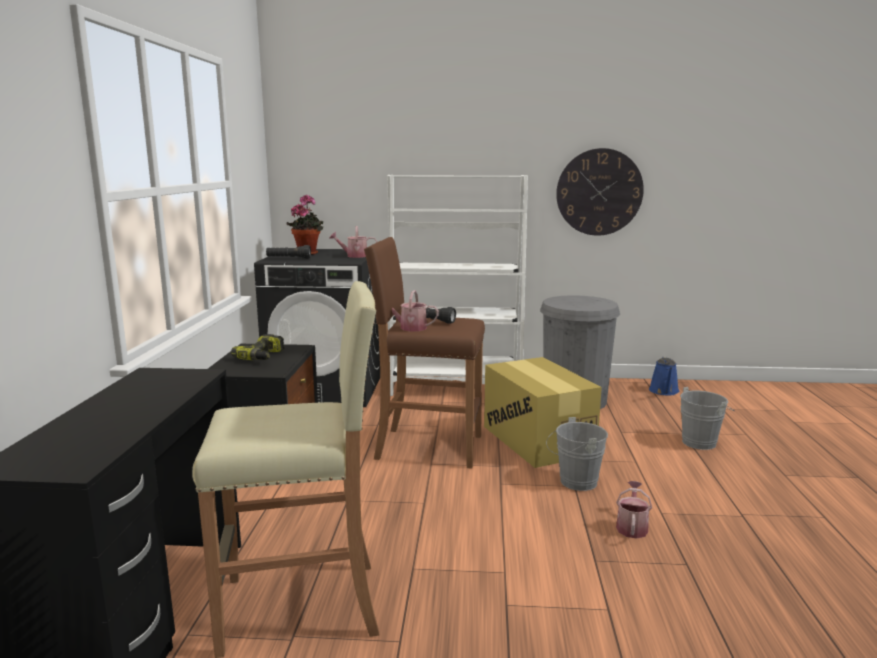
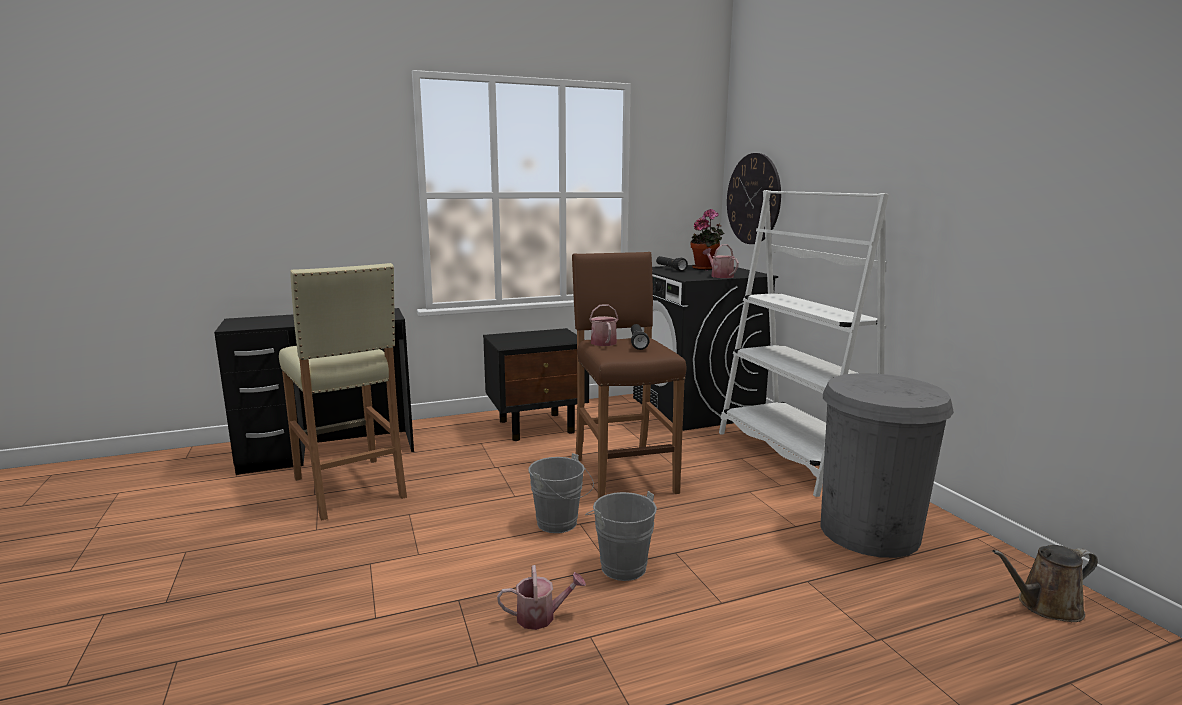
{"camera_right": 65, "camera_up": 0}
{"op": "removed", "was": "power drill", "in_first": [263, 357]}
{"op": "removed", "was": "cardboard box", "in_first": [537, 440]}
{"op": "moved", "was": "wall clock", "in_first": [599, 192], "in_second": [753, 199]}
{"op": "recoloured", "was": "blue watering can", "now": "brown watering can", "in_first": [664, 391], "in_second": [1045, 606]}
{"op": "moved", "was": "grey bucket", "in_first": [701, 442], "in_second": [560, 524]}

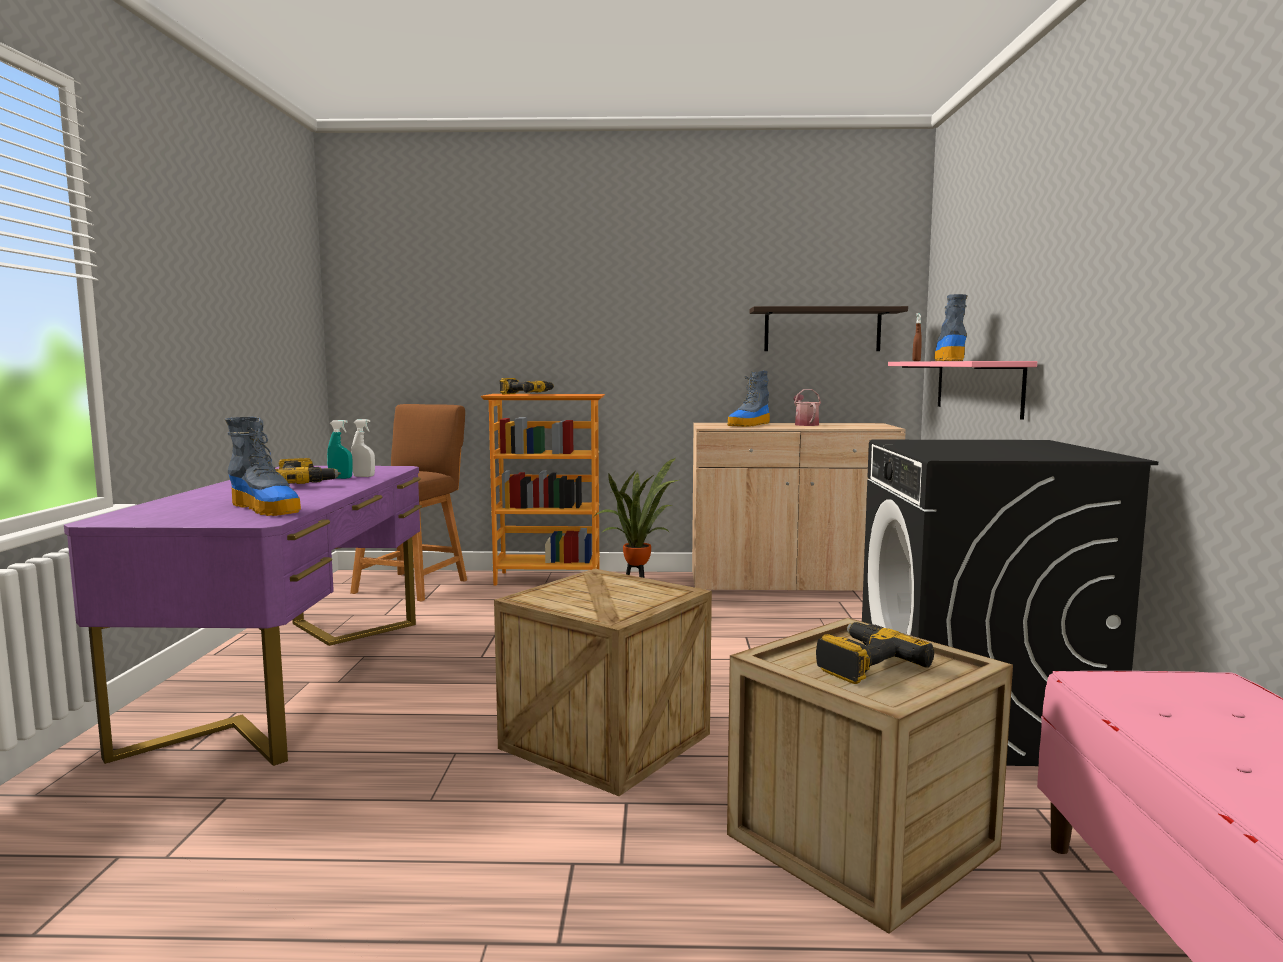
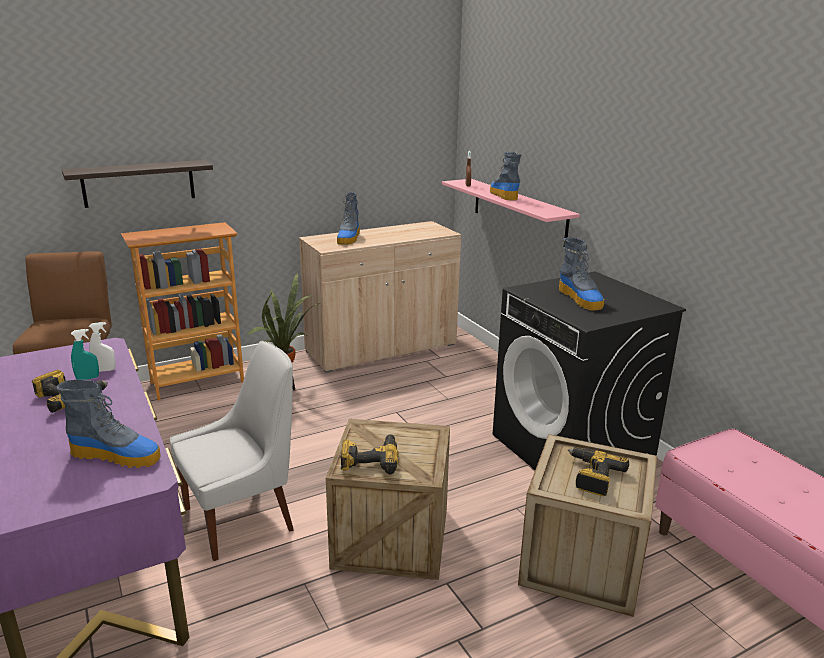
{"camera_right": -30, "camera_up": 15}
{"op": "moved", "was": "power drill", "in_first": [526, 394], "in_second": [370, 460]}
{"op": "moved", "was": "shelf", "in_first": [822, 330], "in_second": [138, 183]}
{"op": "removed", "was": "watering can", "in_first": [805, 424]}
{"op": "added", "now": "white chair", "in_second": [243, 518]}
{"op": "added", "now": "boot", "in_second": [580, 299]}

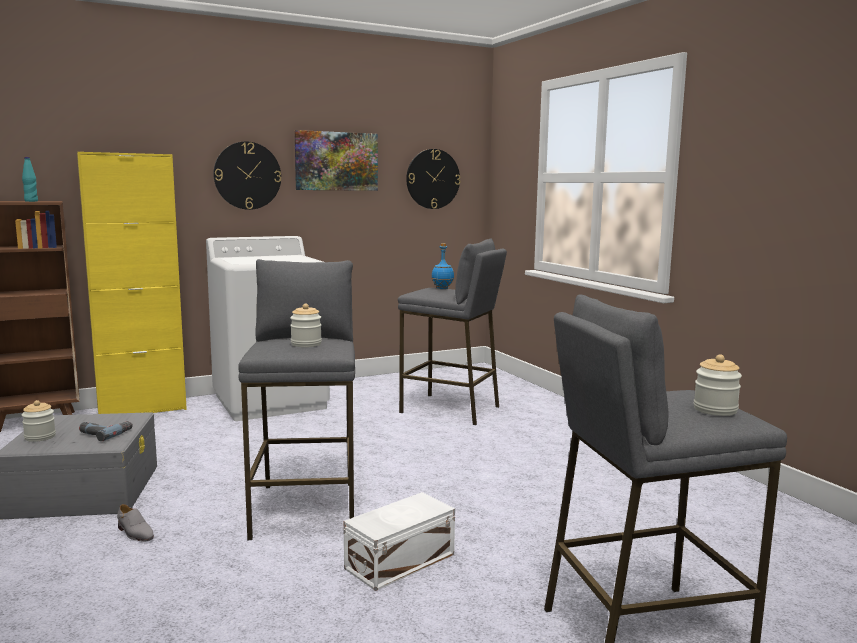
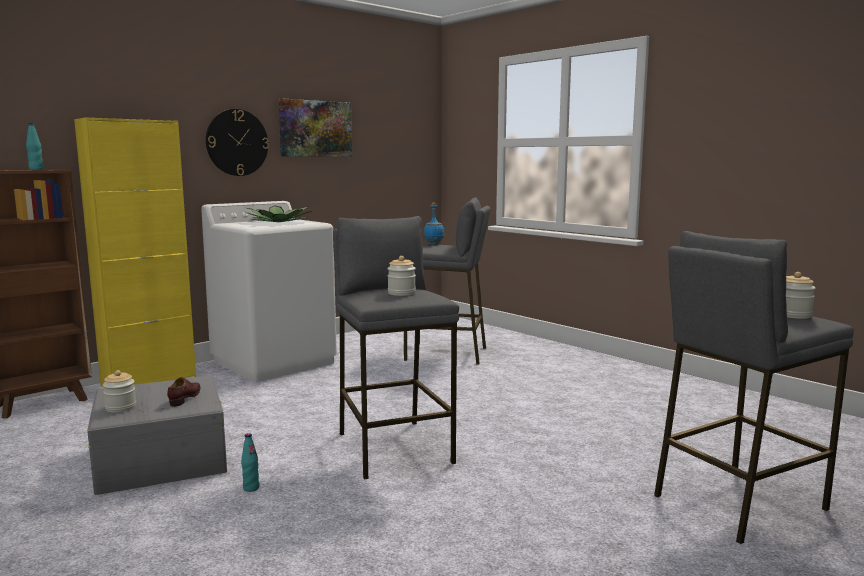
{"camera_right": -15, "camera_up": 0}
{"op": "replaced", "was": "power drill", "now": "brown shoe", "in_first": [105, 433], "in_second": [186, 397]}
{"op": "replaced", "was": "grey shoe", "now": "turquoise bottle", "in_first": [135, 533], "in_second": [251, 488]}
{"op": "removed", "was": "white storage box", "in_first": [398, 561]}
{"op": "removed", "was": "wall clock", "in_first": [433, 179]}
{"op": "added", "now": "potted plant", "in_second": [278, 222]}

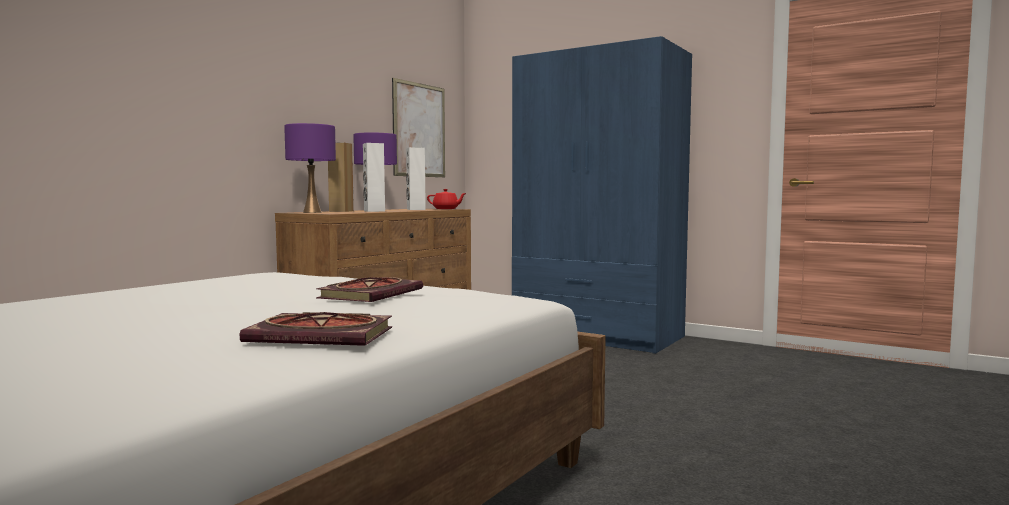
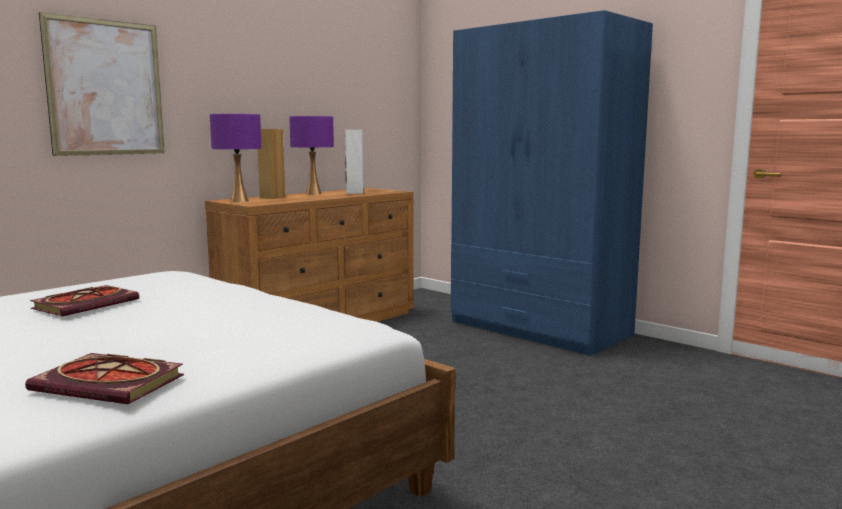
{"camera_right": 10, "camera_up": 5}
{"op": "moved", "was": "book", "in_first": [371, 294], "in_second": [87, 304]}
{"op": "removed", "was": "white speaker", "in_first": [374, 211]}
{"op": "moved", "was": "picture", "in_first": [419, 130], "in_second": [106, 88]}
{"op": "removed", "was": "red teapot", "in_first": [446, 209]}

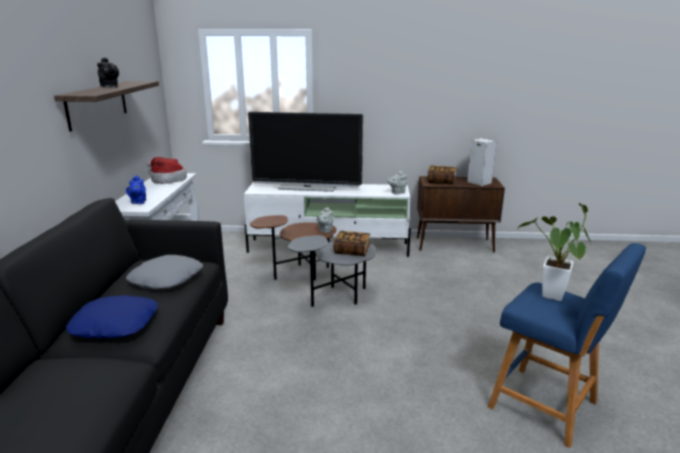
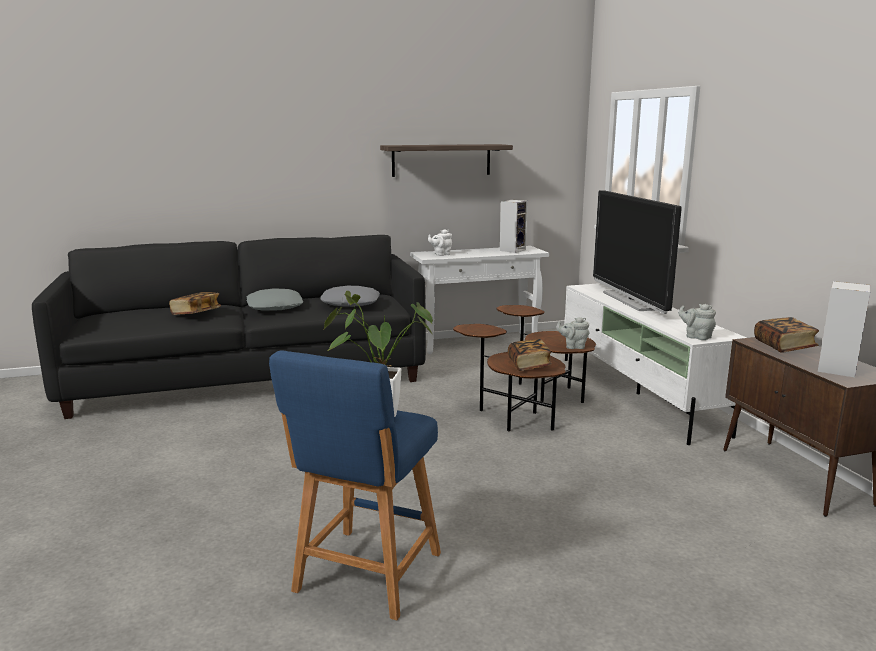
{"camera_right": 70, "camera_up": -5}
{"op": "recoloured", "was": "blue pillow", "now": "grey pillow", "in_first": [115, 324], "in_second": [275, 307]}
{"op": "removed", "was": "black teapot", "in_first": [110, 87]}
{"op": "recoloured", "was": "blue teapot", "now": "white teapot", "in_first": [138, 202], "in_second": [441, 254]}
{"op": "replaced", "was": "hat", "now": "speaker", "in_first": [166, 179], "in_second": [512, 250]}
{"op": "recoloured", "was": "grey side table", "now": "brown side table", "in_first": [336, 298], "in_second": [511, 419]}
{"op": "added", "now": "book", "in_second": [196, 313]}

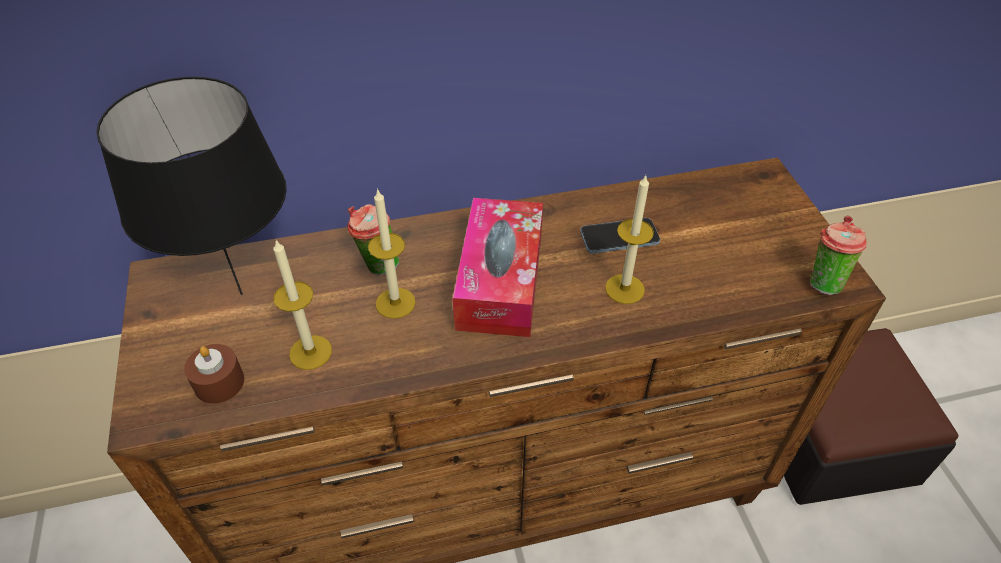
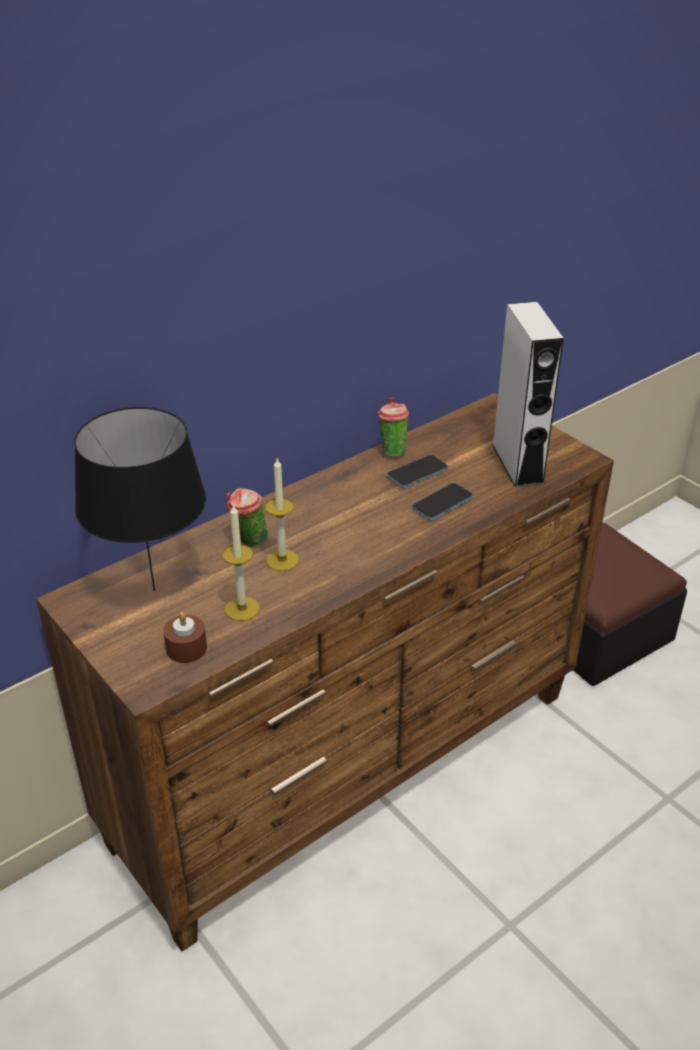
{"camera_right": -25, "camera_up": -10}
{"op": "removed", "was": "tissue box", "in_first": [500, 280]}
{"op": "replaced", "was": "candle", "now": "phone", "in_first": [624, 289], "in_second": [442, 503]}
{"op": "moved", "was": "cup", "in_first": [823, 281], "in_second": [392, 451]}
{"op": "added", "now": "white speaker", "in_second": [517, 463]}

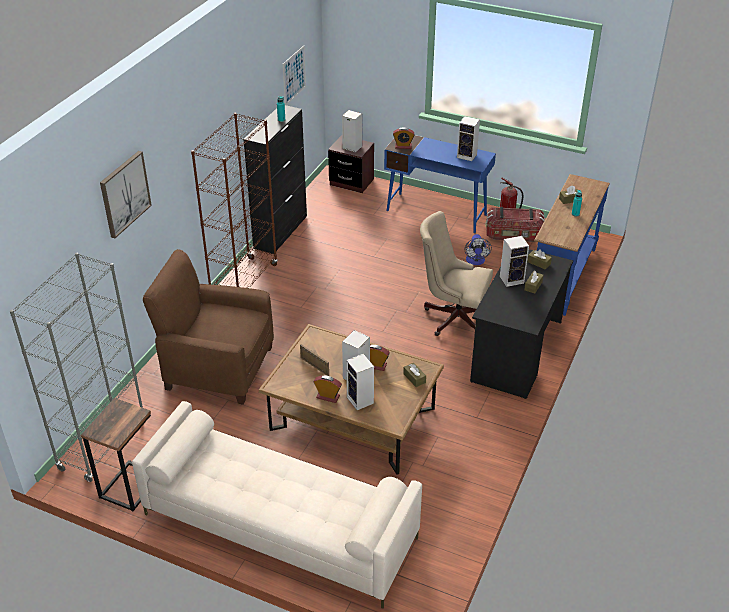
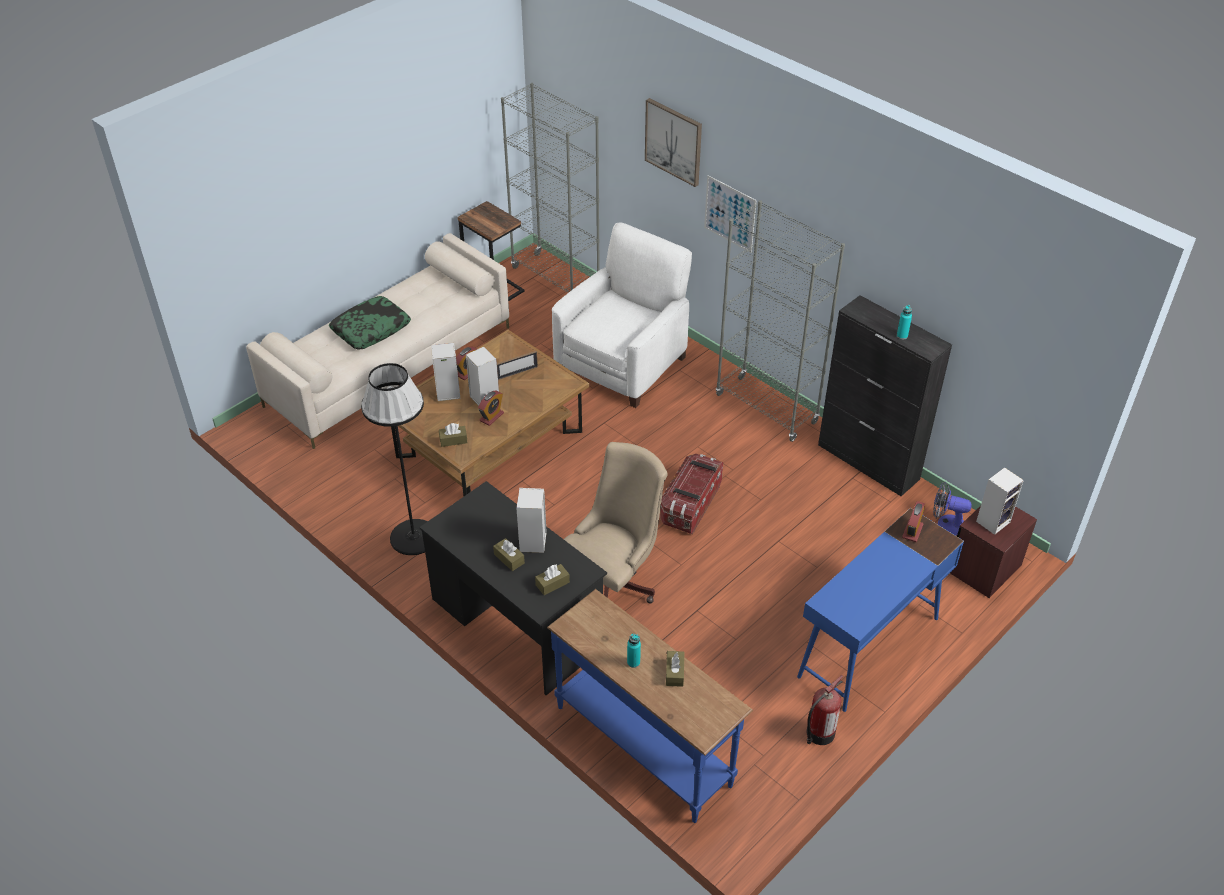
{"camera_right": 110, "camera_up": 5}
{"op": "recoloured", "was": "brown armchair", "now": "white armchair", "in_first": [218, 367], "in_second": [622, 363]}
{"op": "recoloured", "was": "brown bookcase", "now": "grey bookcase", "in_first": [244, 282], "in_second": [766, 409]}
{"op": "moved", "was": "picture", "in_first": [294, 75], "in_second": [729, 214]}
{"op": "removed", "was": "speaker", "in_first": [467, 156]}
{"op": "moved", "was": "fan", "in_first": [475, 261], "in_second": [946, 524]}
{"op": "moved", "was": "storage box", "in_first": [513, 235], "in_second": [690, 505]}
{"op": "added", "now": "pillow", "in_second": [371, 329]}
{"op": "added", "now": "black floor lamp", "in_second": [413, 537]}

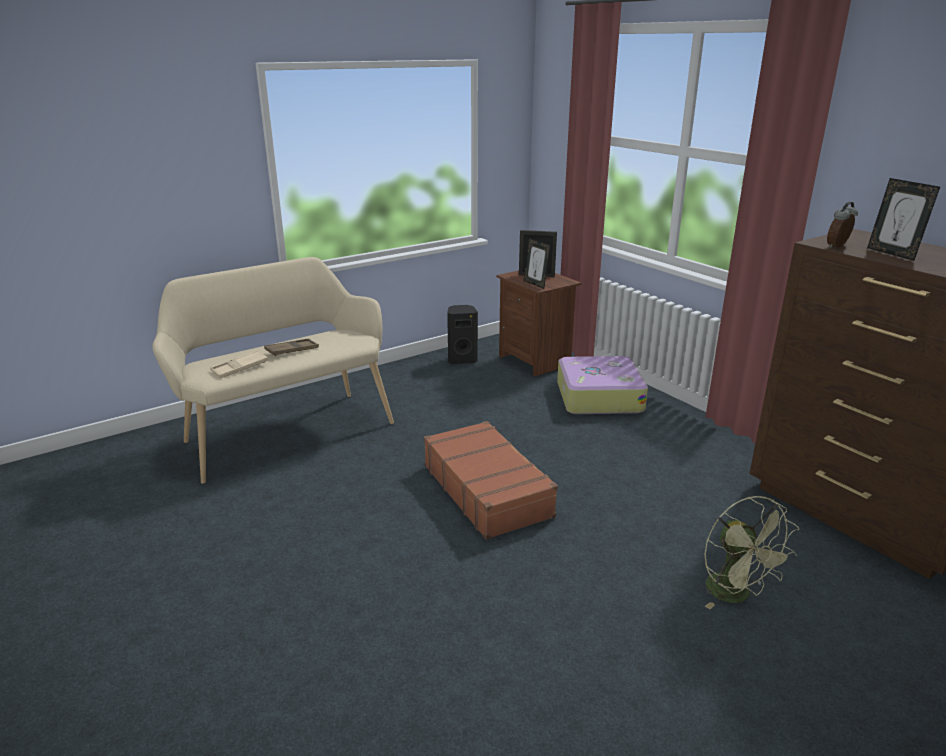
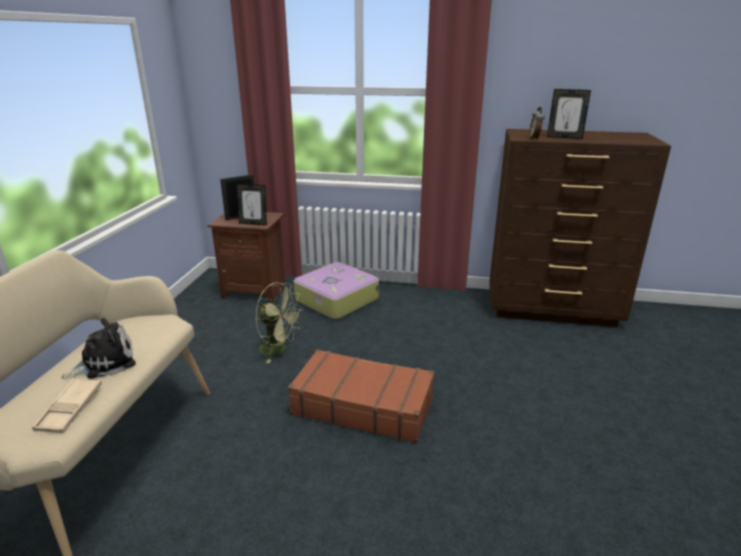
{"camera_right": -45, "camera_up": 0}
{"op": "replaced", "was": "brown tray", "now": "plush toy", "in_first": [292, 350], "in_second": [105, 362]}
{"op": "removed", "was": "black speaker", "in_first": [462, 359]}
{"op": "moved", "was": "green fan", "in_first": [736, 595], "in_second": [279, 349]}

